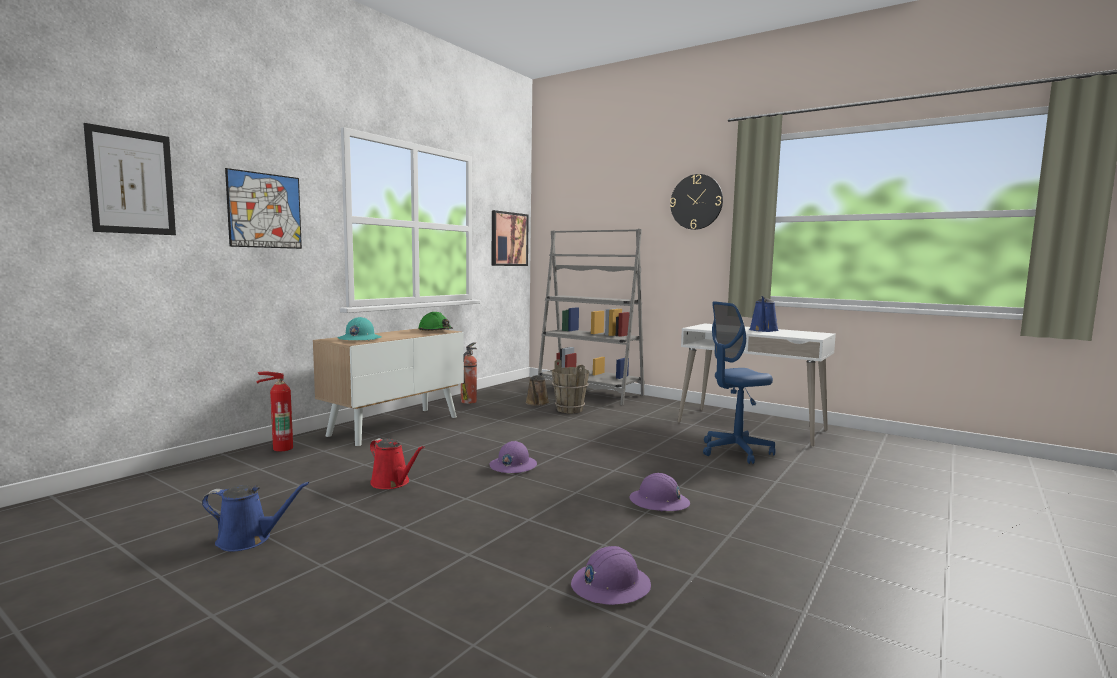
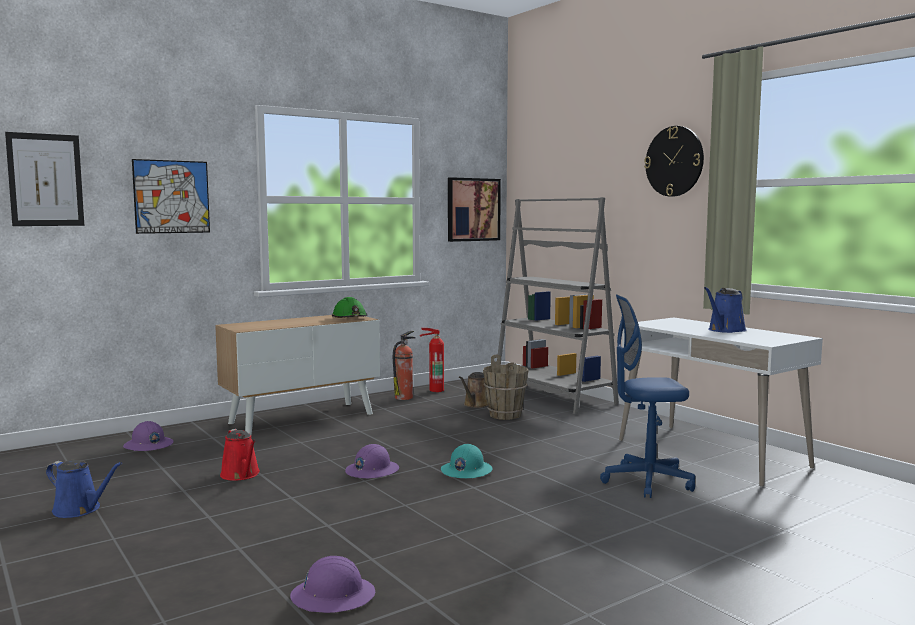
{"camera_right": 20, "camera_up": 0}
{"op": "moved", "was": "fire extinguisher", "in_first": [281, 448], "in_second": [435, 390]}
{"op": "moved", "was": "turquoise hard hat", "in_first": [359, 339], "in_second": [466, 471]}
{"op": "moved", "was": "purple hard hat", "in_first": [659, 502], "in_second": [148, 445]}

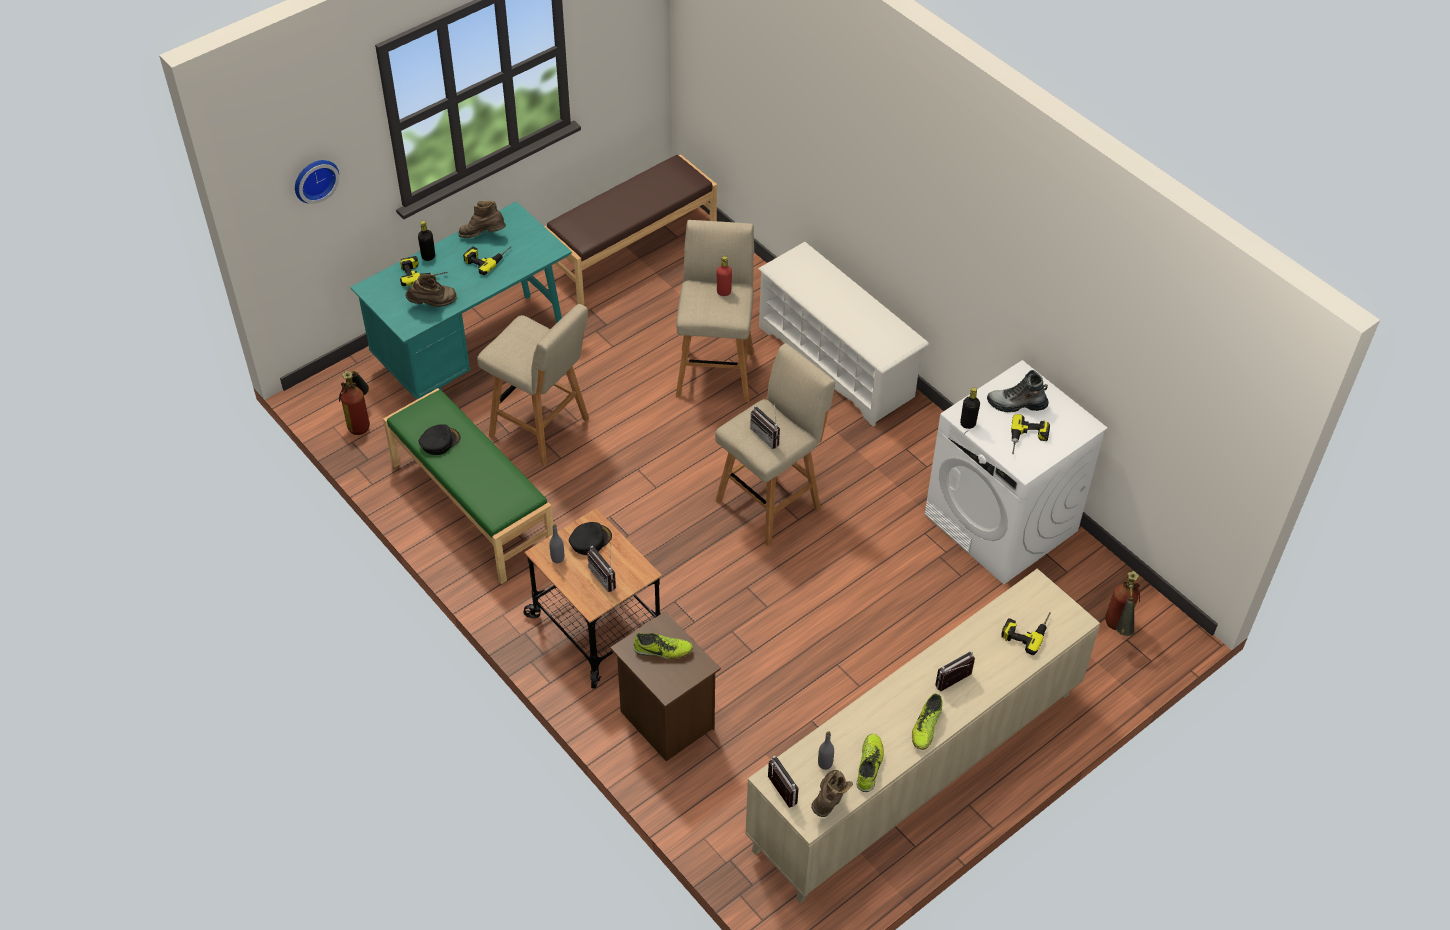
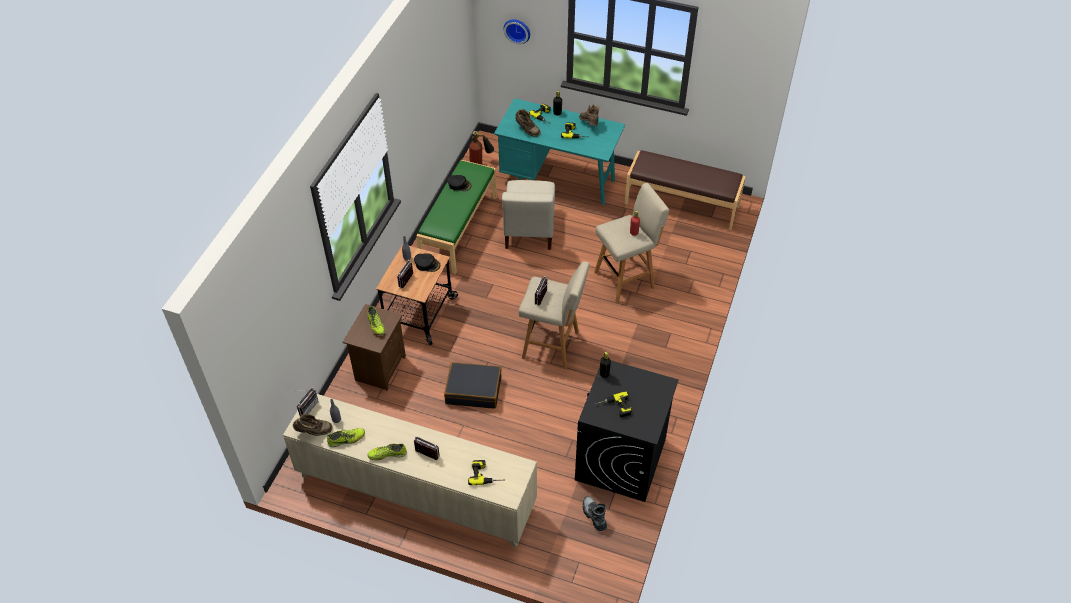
{"camera_right": 60, "camera_up": 0}
{"op": "replaced", "was": "beige stool", "now": "beige chair", "in_first": [542, 429], "in_second": [529, 230]}
{"op": "removed", "was": "white shoe rack", "in_first": [837, 362]}
{"op": "recoloured", "was": "white washing machine", "now": "black washing machine", "in_first": [1001, 523], "in_second": [620, 460]}
{"op": "moved", "was": "boot", "in_first": [1016, 404], "in_second": [594, 515]}
{"op": "removed", "was": "fire extinguisher", "in_first": [1117, 630]}
{"op": "added", "now": "black suitcase", "in_second": [473, 390]}

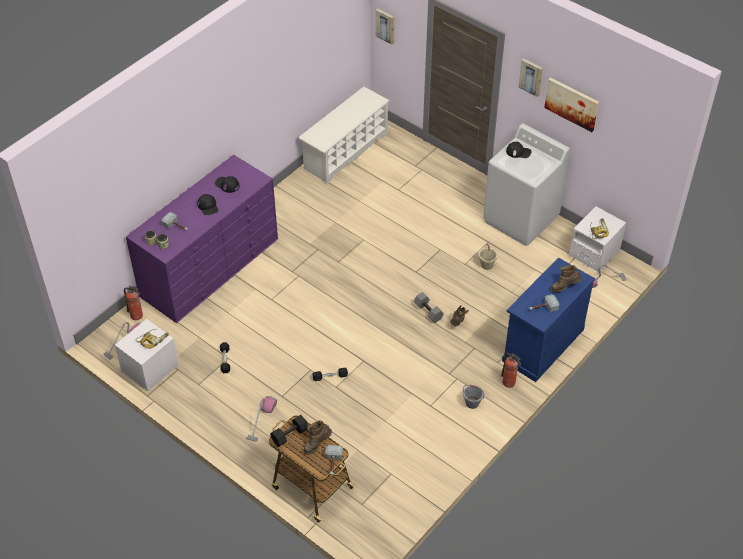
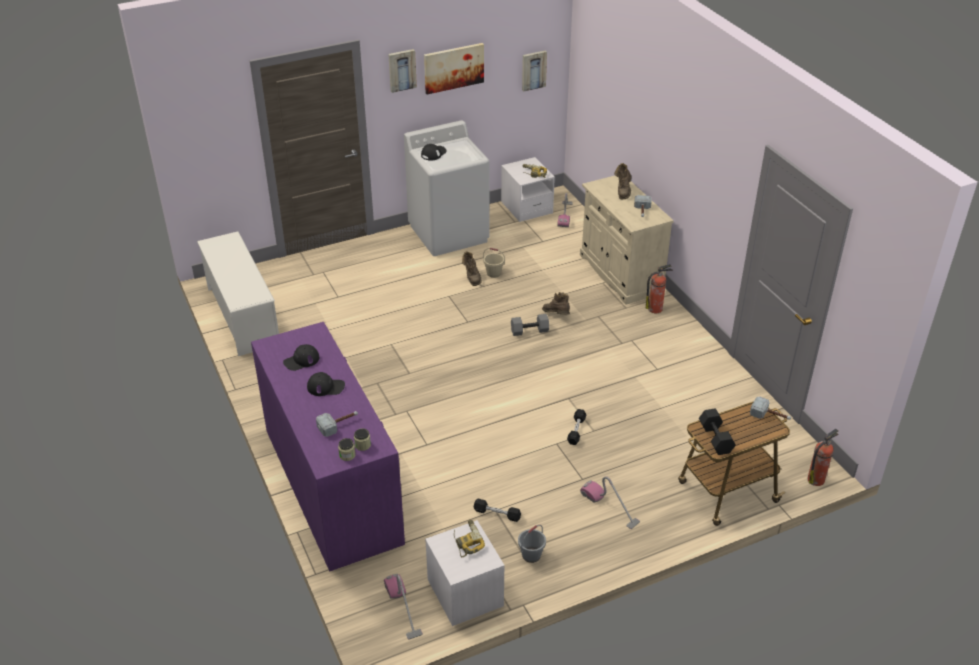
{"camera_right": -65, "camera_up": -10}
{"op": "moved", "was": "fire extinguisher", "in_first": [137, 315], "in_second": [816, 479]}
{"op": "moved", "was": "brown boot", "in_first": [317, 444], "in_second": [472, 277]}
{"op": "moved", "was": "picture", "in_first": [385, 25], "in_second": [533, 70]}
{"op": "moved", "was": "grey bucket", "in_first": [472, 403], "in_second": [531, 555]}
{"op": "recoloured", "was": "blue cabinet", "now": "beige cabinet", "in_first": [543, 345], "in_second": [620, 273]}

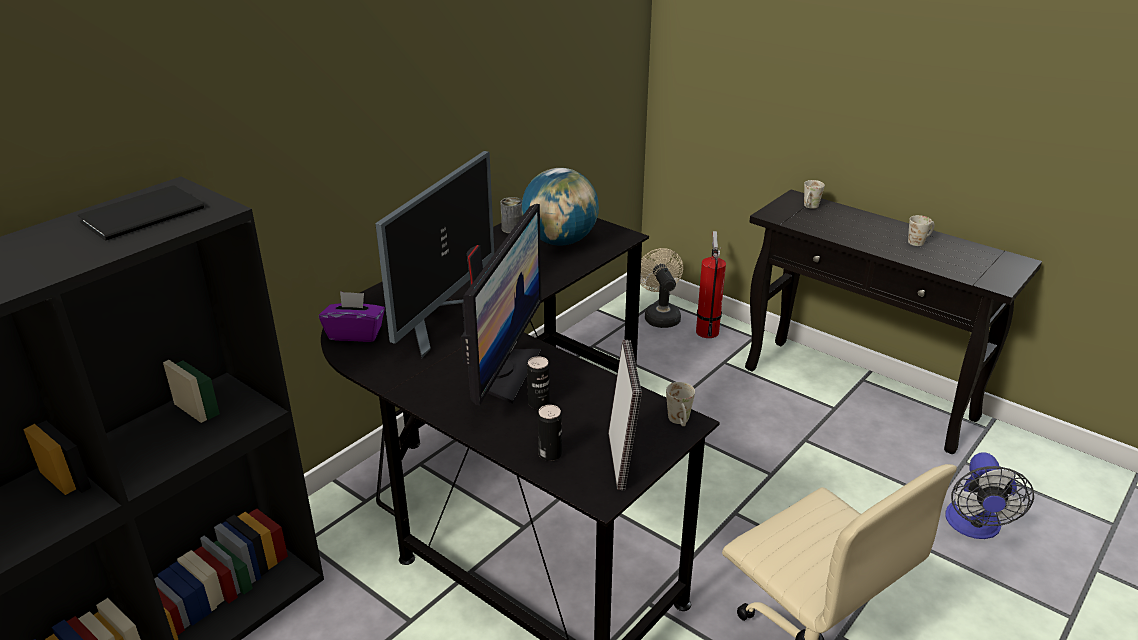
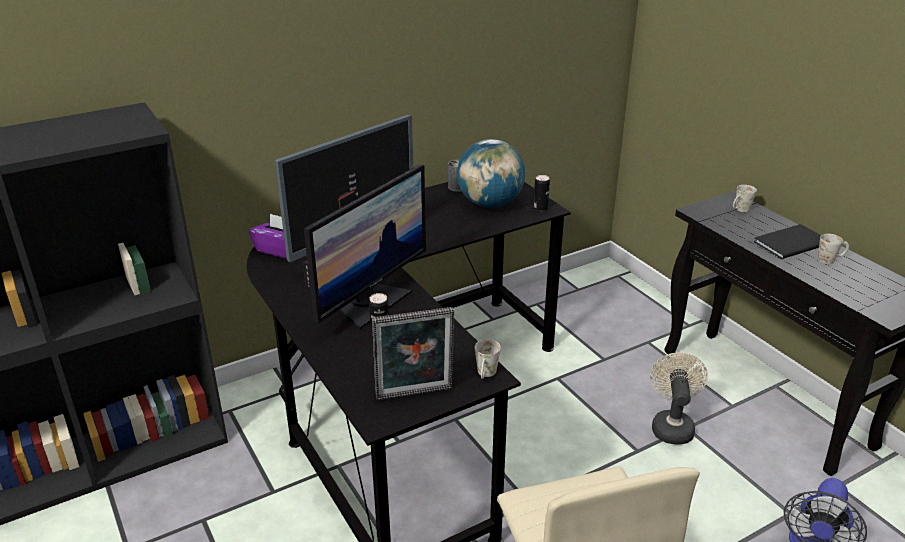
{"camera_right": 20, "camera_up": 0}
{"op": "moved", "was": "black book", "in_first": [138, 215], "in_second": [788, 243]}
{"op": "moved", "was": "can", "in_first": [550, 454], "in_second": [540, 208]}
{"op": "turned", "was": "picture frame", "in_first": [622, 460], "in_second": [415, 395], "clockwise": 60}
{"op": "moved", "was": "beige fan", "in_first": [660, 315], "in_second": [671, 425]}
{"op": "removed", "was": "fire extinguisher", "in_first": [707, 330]}

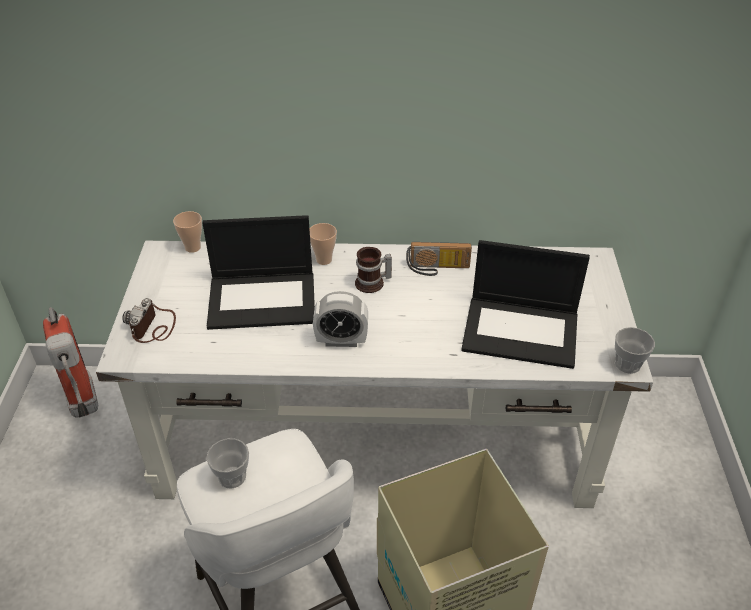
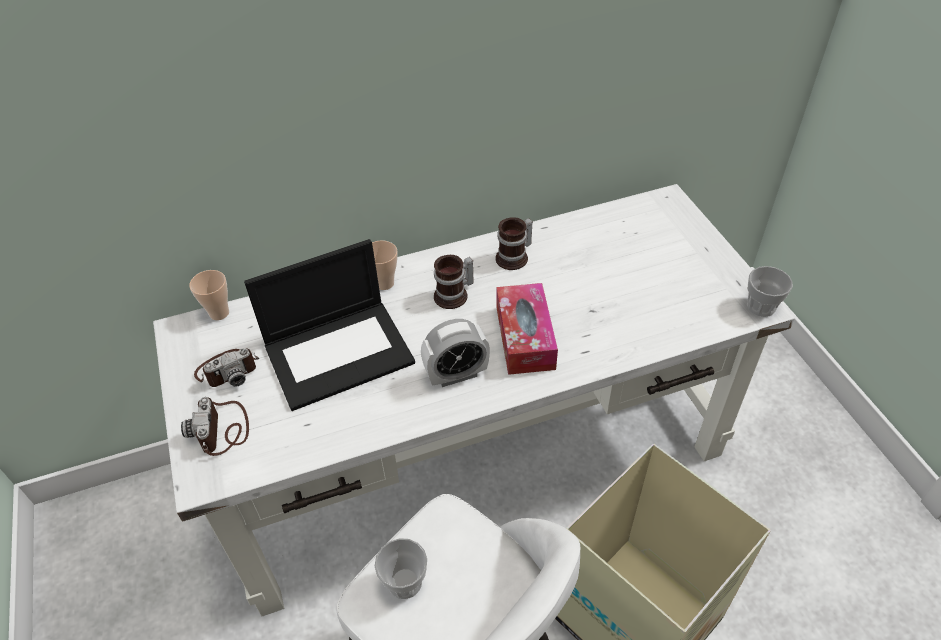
{"camera_right": -20, "camera_up": 5}
{"op": "removed", "was": "fire extinguisher", "in_first": [84, 407]}
{"op": "replaced", "was": "radio", "now": "mug", "in_first": [437, 269], "in_second": [515, 258]}
{"op": "removed", "was": "laptop", "in_first": [522, 331]}
{"op": "added", "now": "photo camera", "in_second": [228, 370]}
{"op": "added", "now": "tissue box", "in_second": [525, 337]}

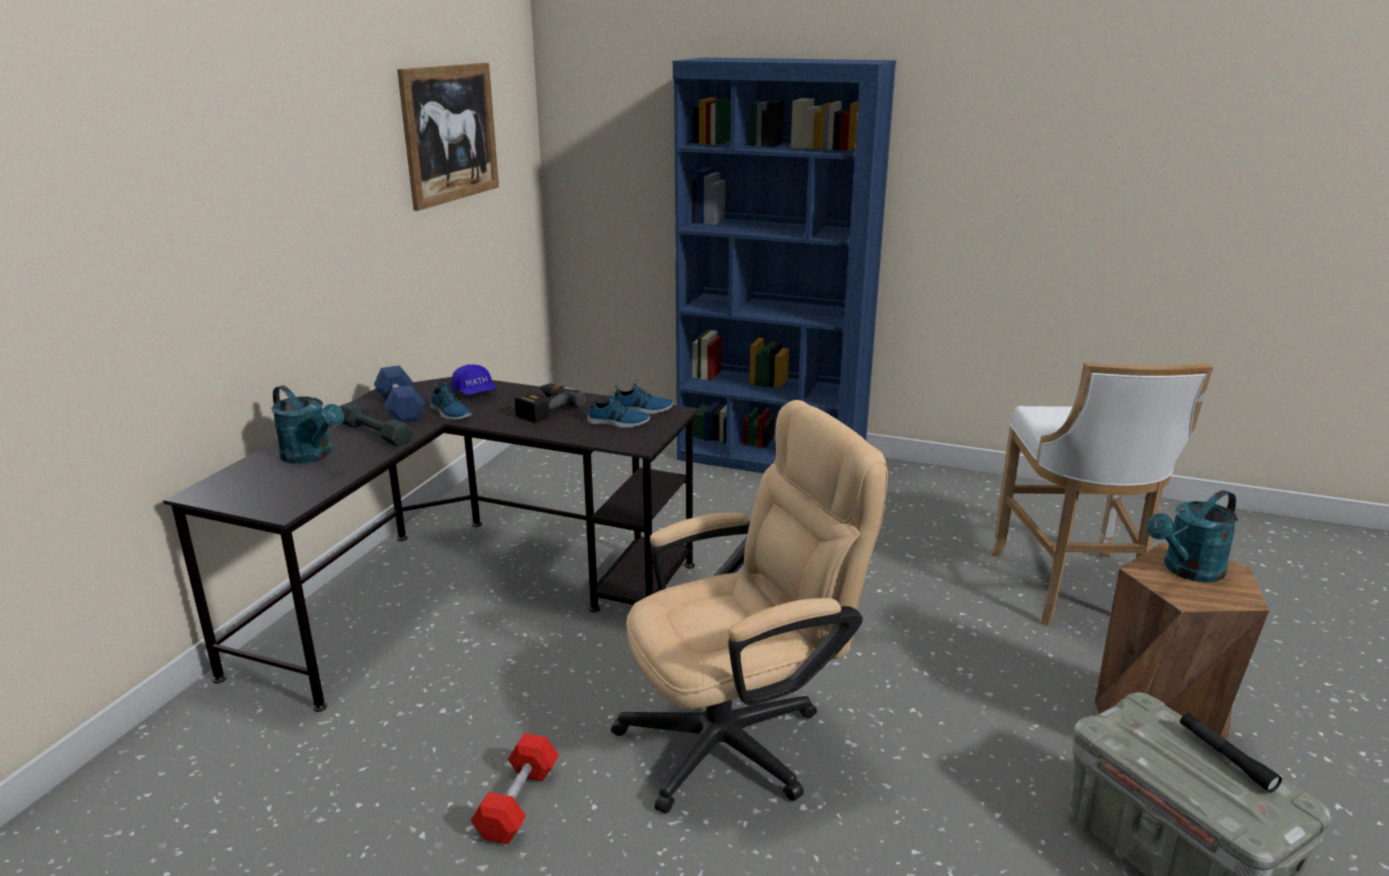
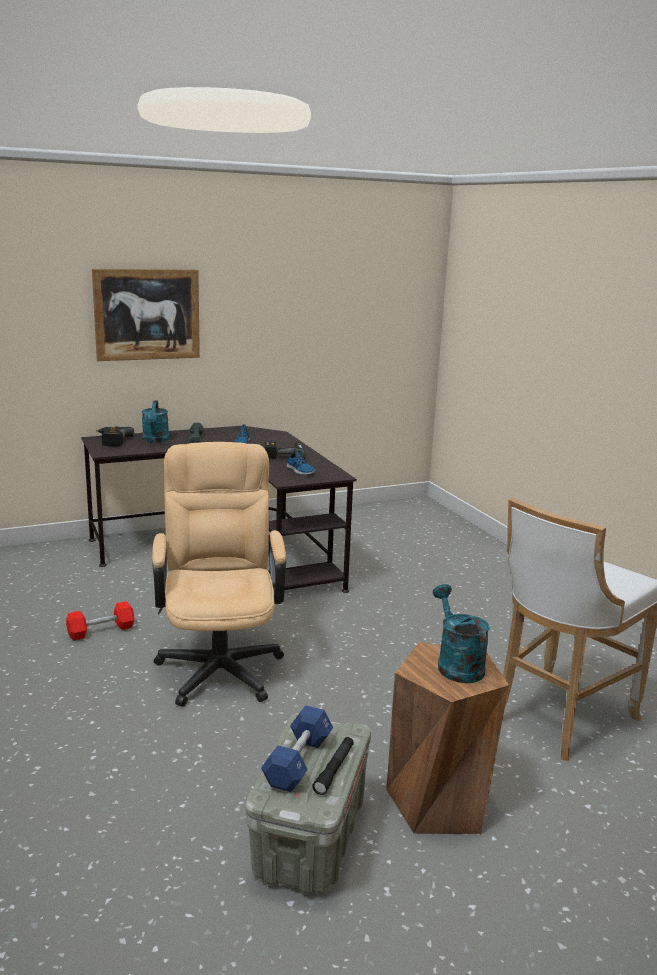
{"camera_right": 45, "camera_up": -5}
{"op": "moved", "was": "blue dumbbell", "in_first": [401, 408], "in_second": [298, 762]}
{"op": "moved", "was": "picture", "in_first": [450, 133], "in_second": [147, 314]}
{"op": "removed", "was": "blue cap", "in_first": [475, 393]}
{"op": "turned", "was": "beige office chair", "in_first": [740, 738], "in_second": [220, 663], "clockwise": -120}
{"op": "removed", "was": "shoe", "in_first": [642, 410]}
{"op": "removed", "was": "blue bookcase", "in_first": [771, 458]}
{"op": "turned", "was": "turquoise watering can", "in_first": [1187, 571], "in_second": [456, 664], "clockwise": 60}
{"op": "added", "now": "power drill", "in_second": [111, 441]}

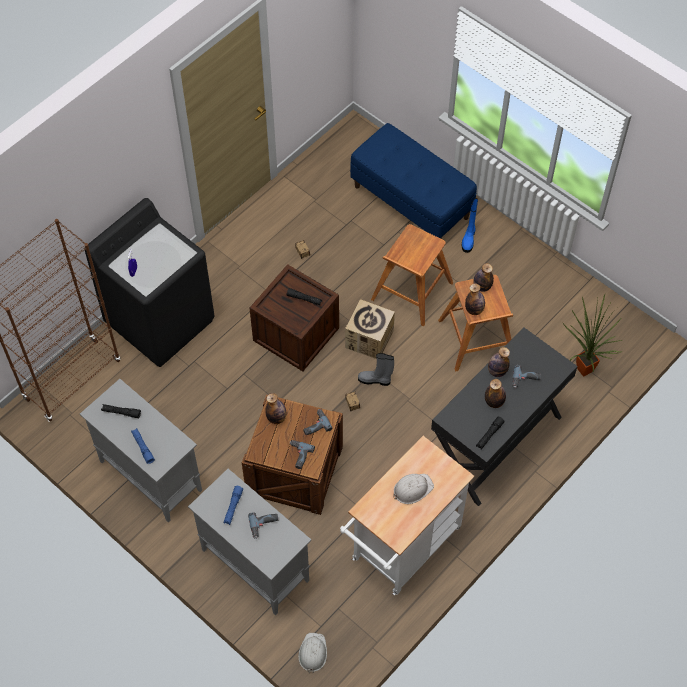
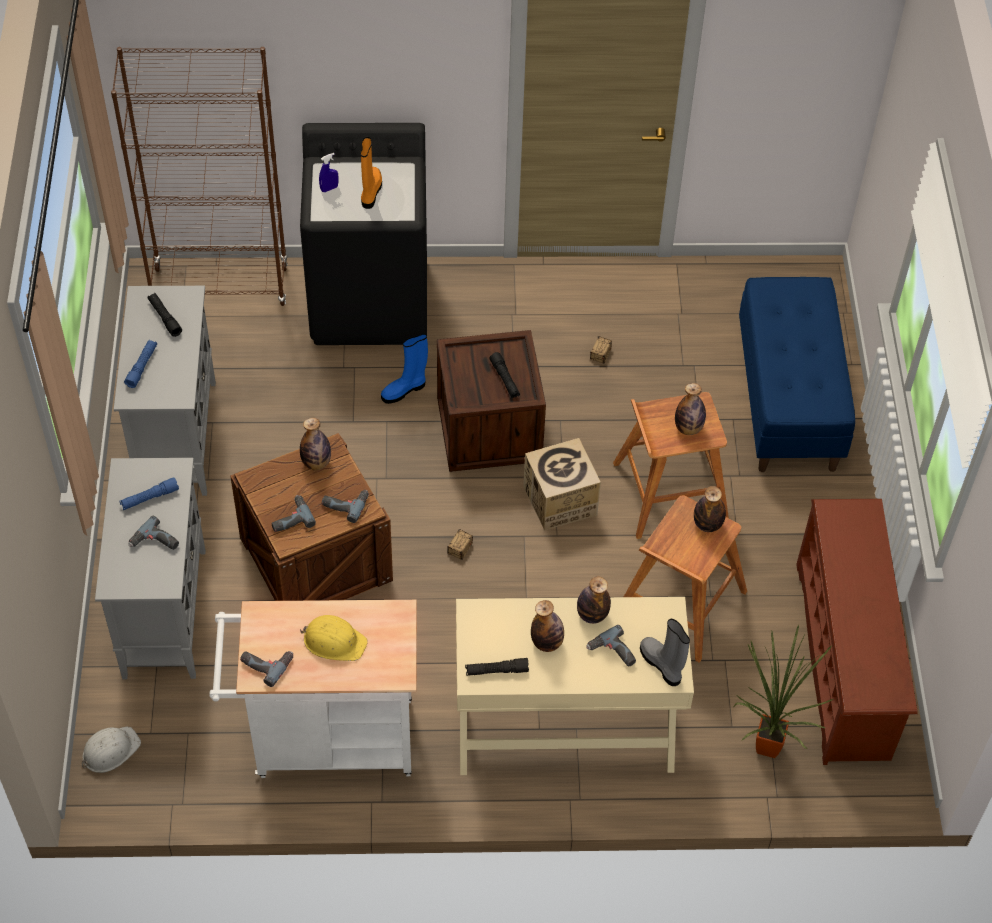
{"camera_right": 45, "camera_up": -5}
{"op": "moved", "was": "grey boot", "in_first": [375, 380], "in_second": [662, 665]}
{"op": "recoloured", "was": "white hard hat", "now": "yellow hard hat", "in_first": [412, 489], "in_second": [334, 641]}
{"op": "recoloured", "was": "black desk", "now": "beige desk", "in_first": [496, 442], "in_second": [564, 728]}
{"op": "moved", "was": "blue boot", "in_first": [469, 239], "in_second": [405, 390]}
{"op": "moved", "was": "bottle", "in_first": [474, 310], "in_second": [688, 428]}
{"op": "added", "now": "power drill", "in_second": [266, 663]}
{"op": "added", "now": "orange boot", "in_second": [370, 192]}
{"op": "added", "now": "brown shoe rack", "in_second": [844, 661]}

